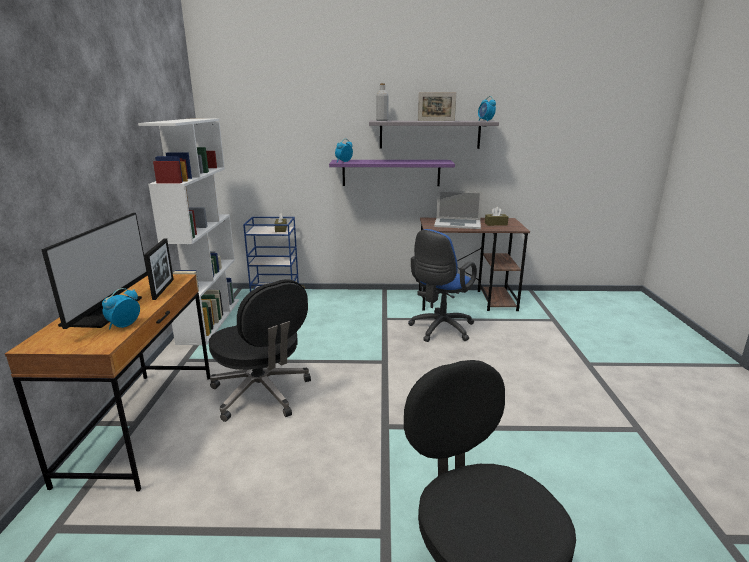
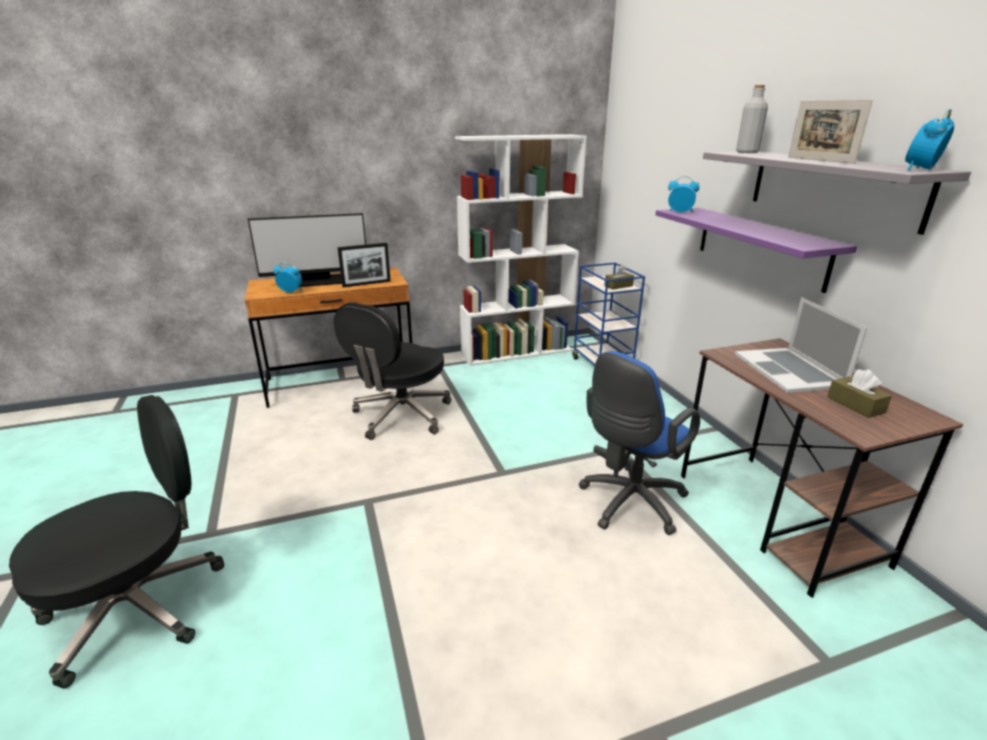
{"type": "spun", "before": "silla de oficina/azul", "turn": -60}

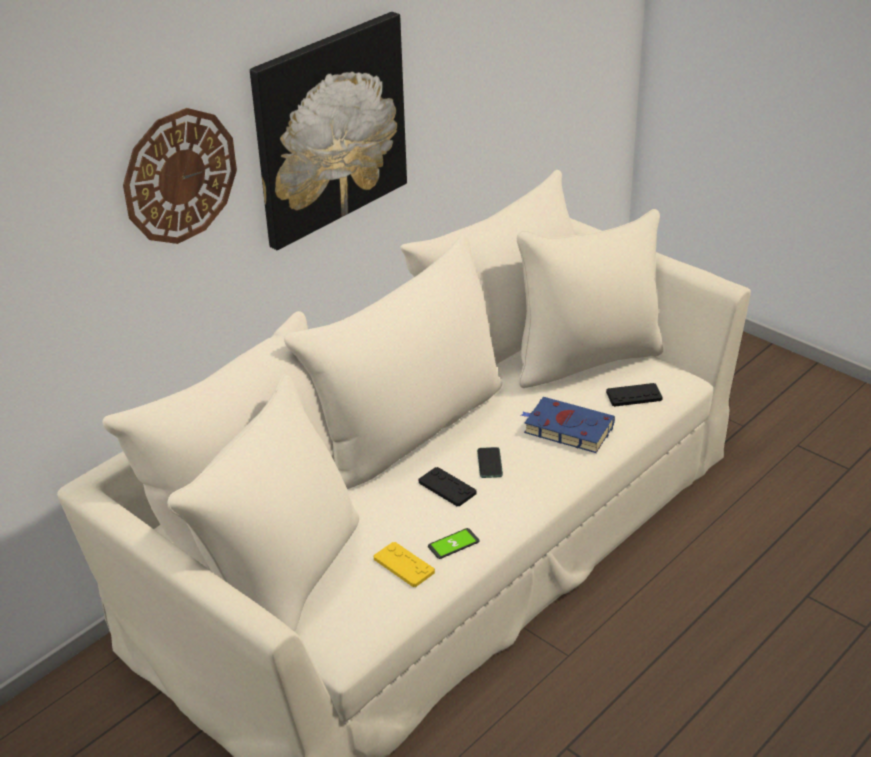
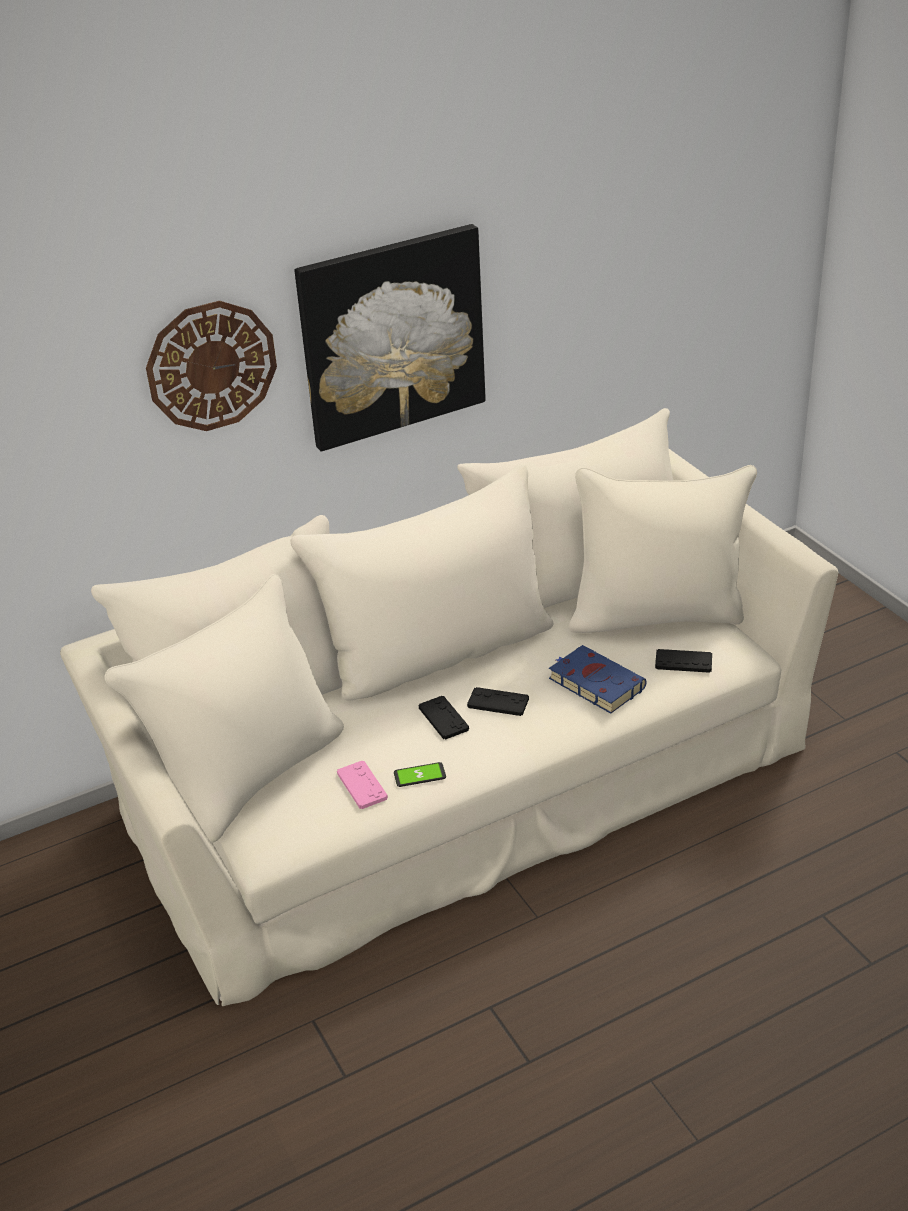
{"type": "colour", "before": "mando de consola/amarillo", "after": "mando de consola/rosa"}
{"type": "exchanged", "before": "móvil (no. 2 from left)", "after": "mando de consola/negro (no. 2 from left)"}

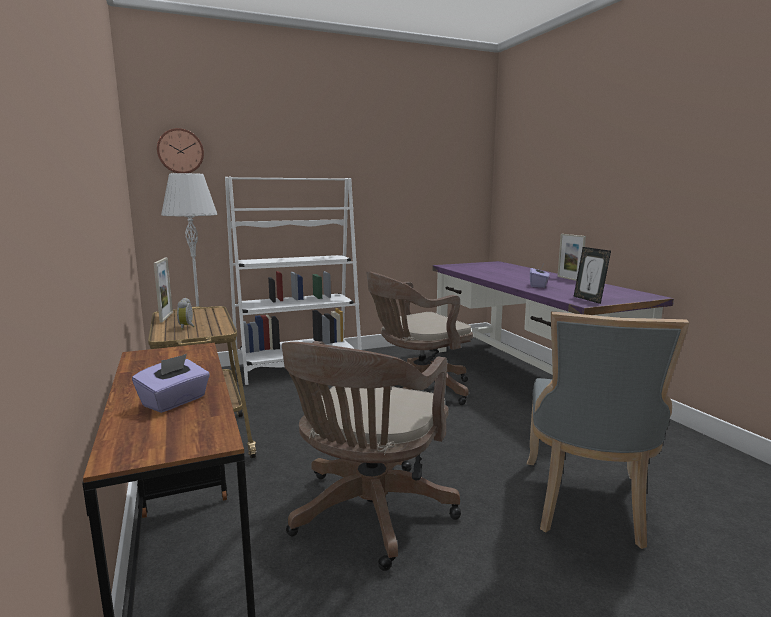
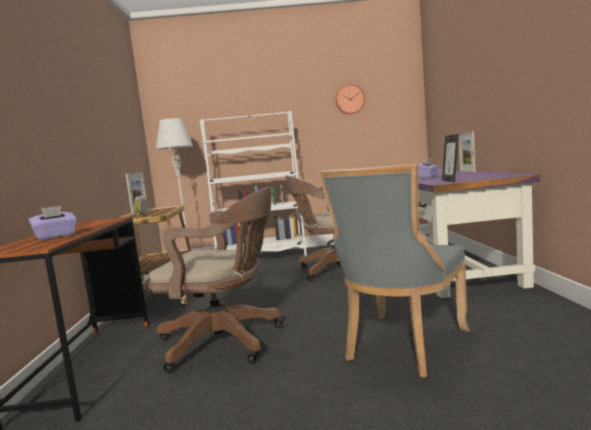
{"type": "relocated", "before": "reloj de pared"}
{"type": "spun", "before": "silla de oficina/marrón (no. 1 from left)", "turn": -120}

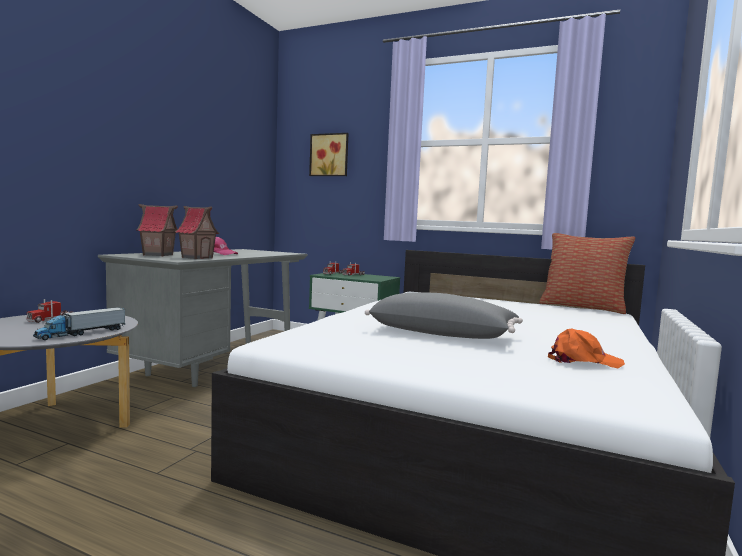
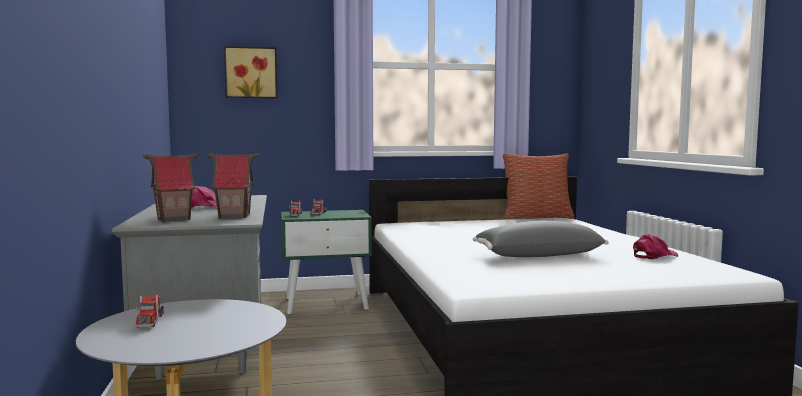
{"type": "missing", "before": "camión de juguete (no. 2 from left)"}
{"type": "colour", "before": "gorra/naranja", "after": "gorra/rosa (no. 2 from left)"}

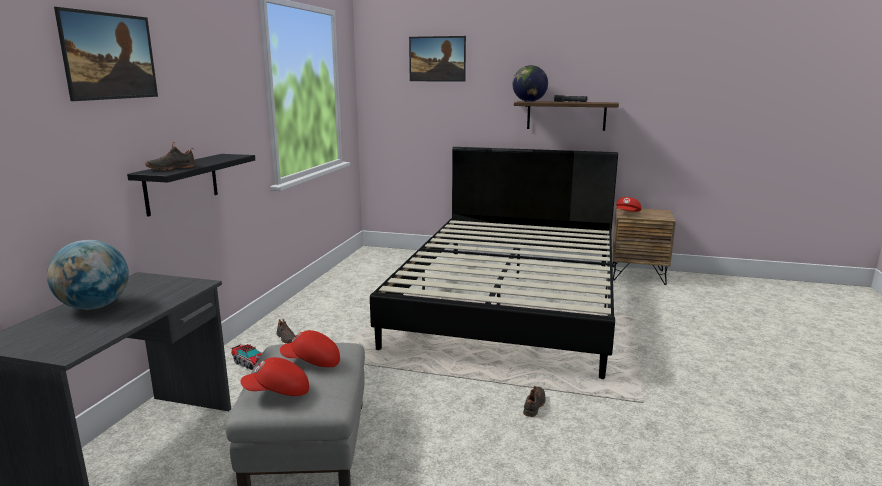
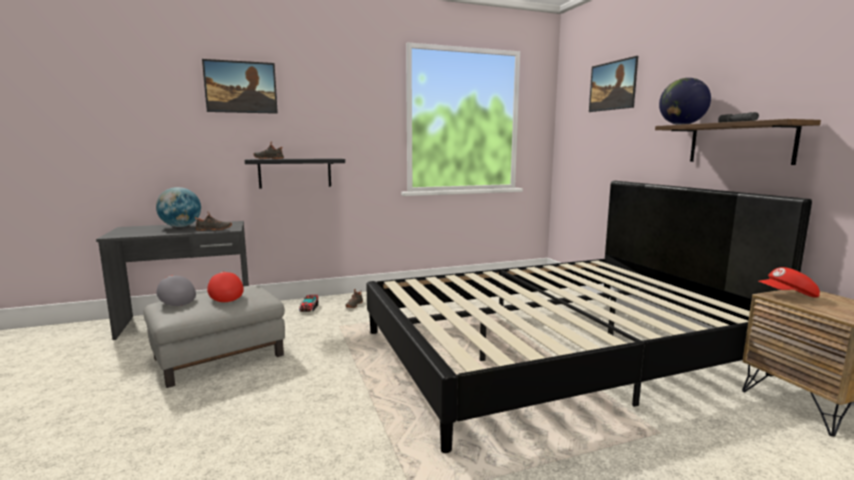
{"type": "colour", "before": "gorra/rojo (no. 1 from left)", "after": "gorra/gris"}
{"type": "relocated", "before": "zapato/negro (no. 3 from left in the first image)", "after": "zapato/negro (no. 1 from left)"}

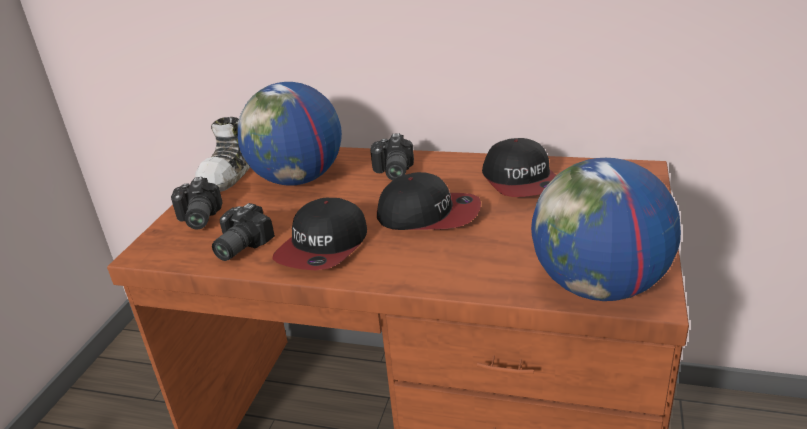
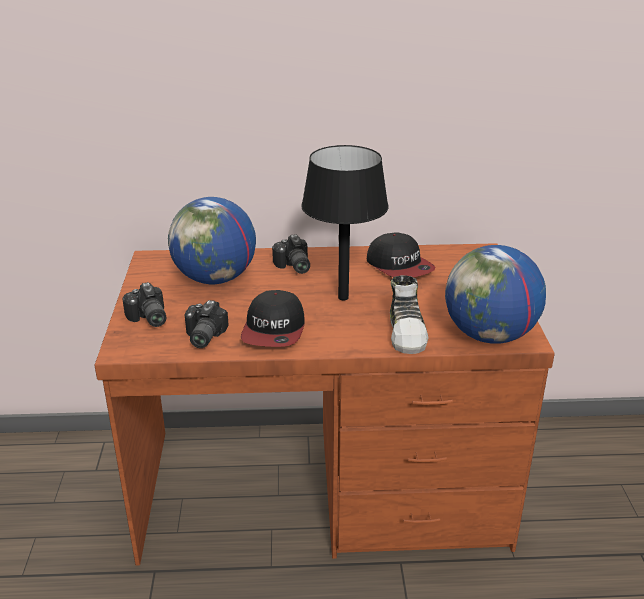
{"type": "relocated", "before": "zapato"}
{"type": "exchanged", "before": "gorra (no. 2 from left)", "after": "lámpara de mesa/negro"}

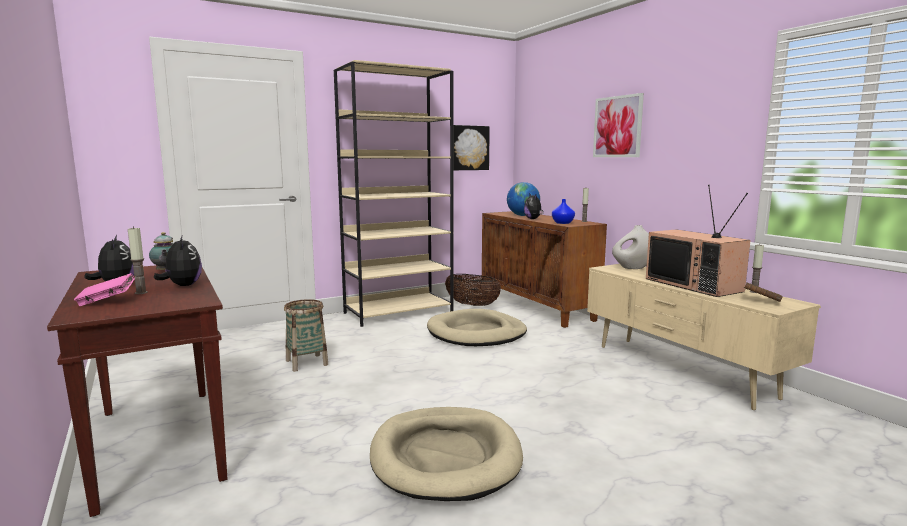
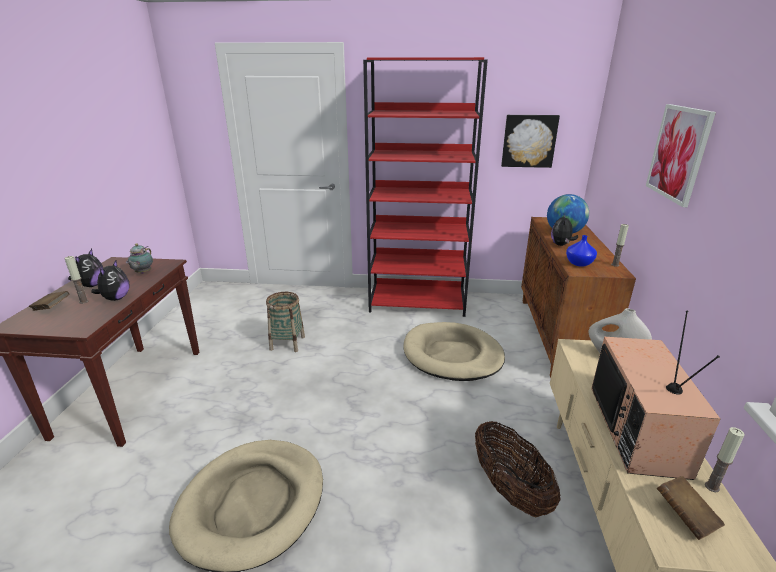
{"type": "colour", "before": "libro/rosa", "after": "libro/marrón (no. 1 from left)"}
{"type": "colour", "before": "estantería/beis", "after": "estantería/rojo"}
{"type": "relocated", "before": "cesta (no. 2 from left)"}

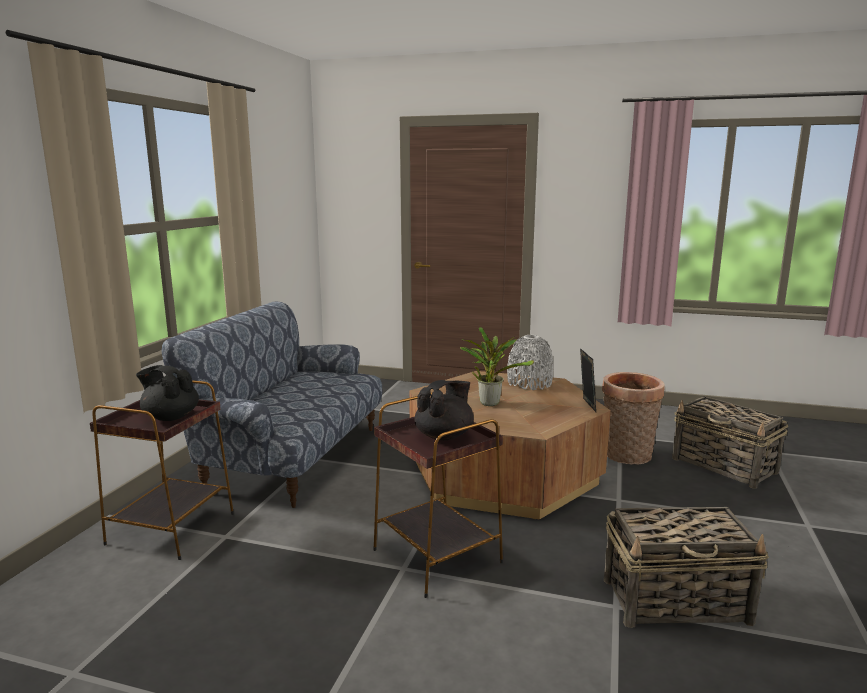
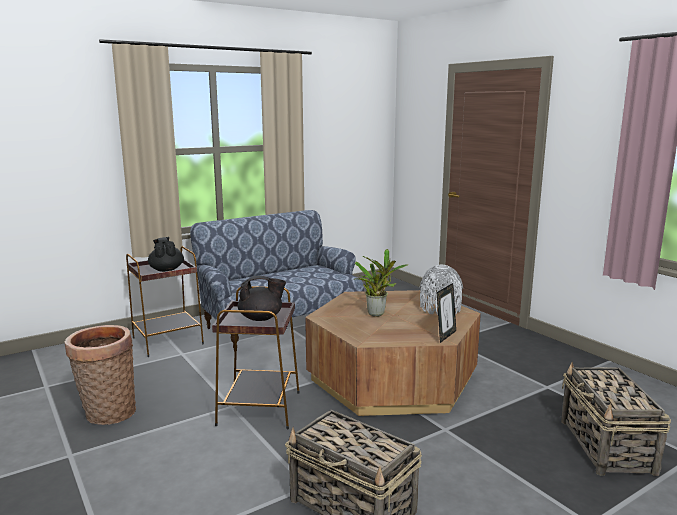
{"type": "relocated", "before": "cesta (no. 1 from left)"}

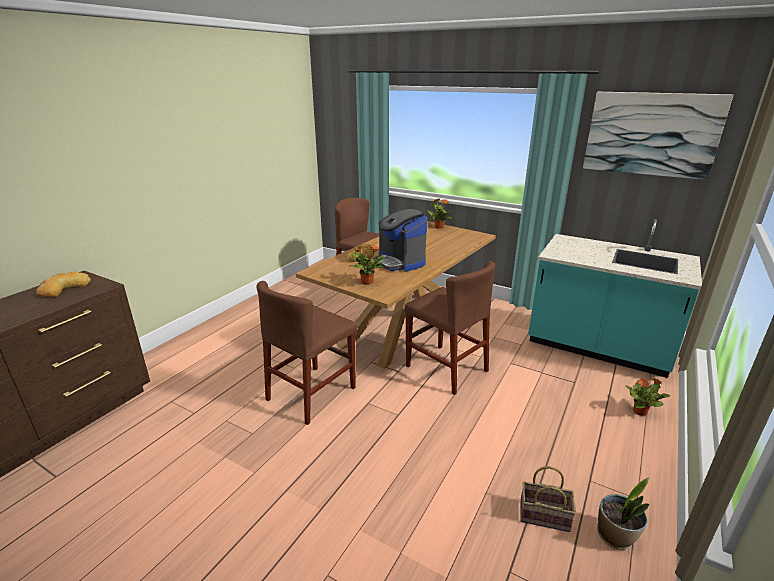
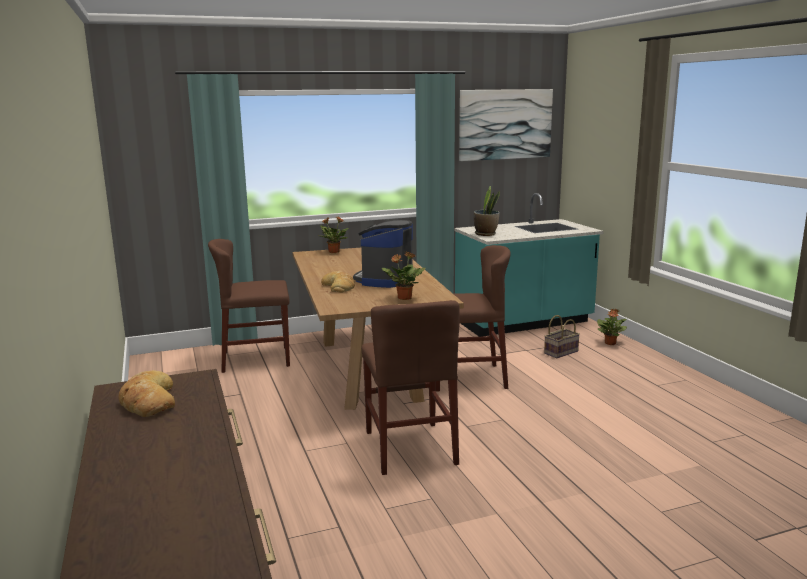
{"type": "spun", "before": "cafetera", "turn": 105}
{"type": "relocated", "before": "cesta"}
{"type": "relocated", "before": "planta en maceta (no. 3 from left)"}

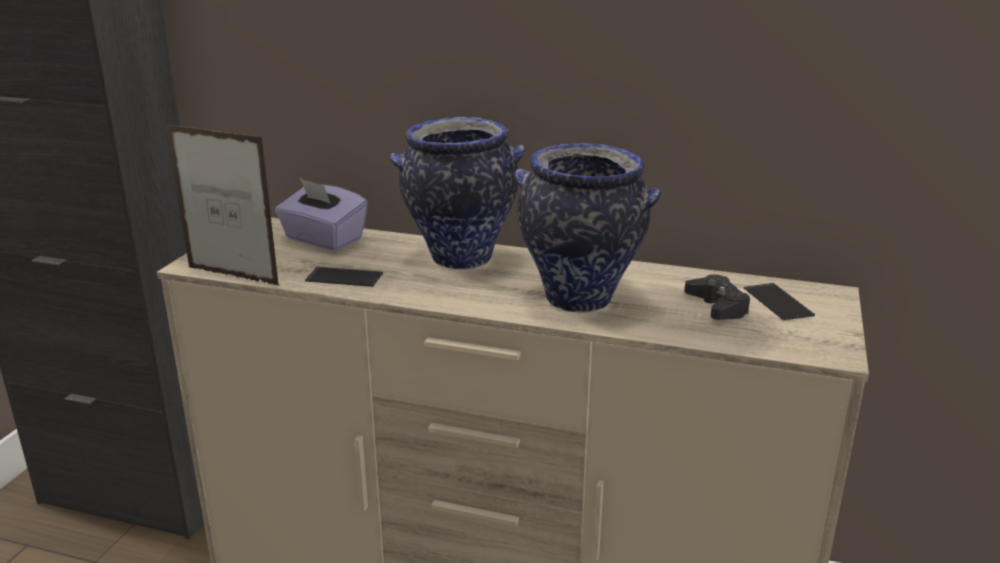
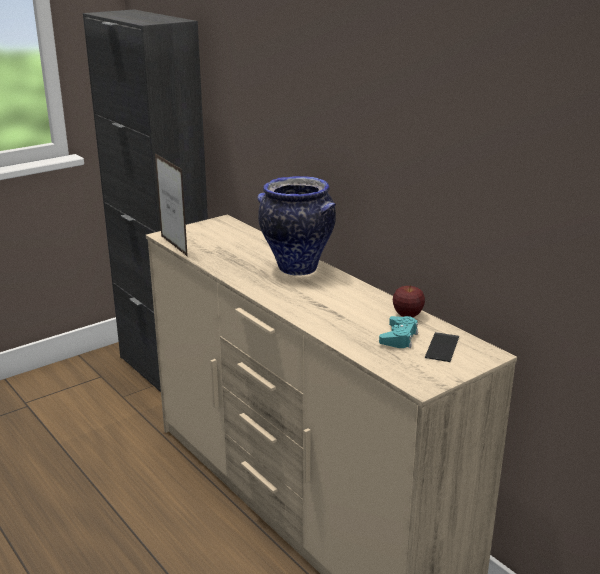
{"type": "missing", "before": "caja de pañuelos/morado"}
{"type": "missing", "before": "móvil (no. 1 from left)"}
{"type": "missing", "before": "florero (no. 2 from left)"}
{"type": "colour", "before": "mando de consola/negro", "after": "mando de consola/turquesa"}
{"type": "appeared", "after": "manzana"}

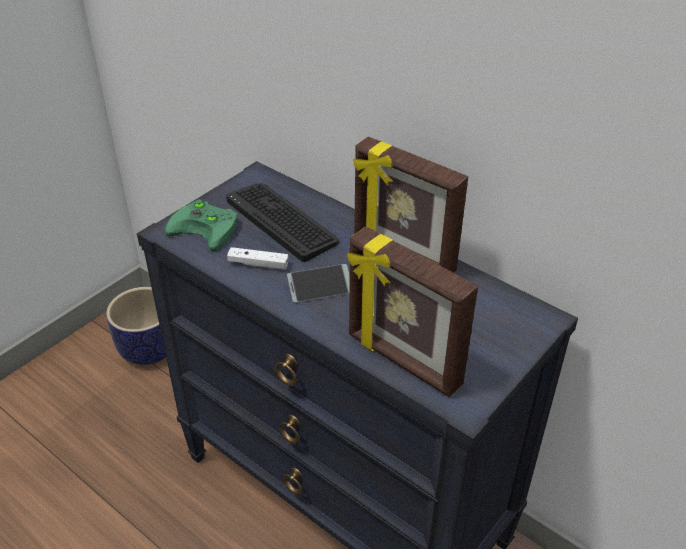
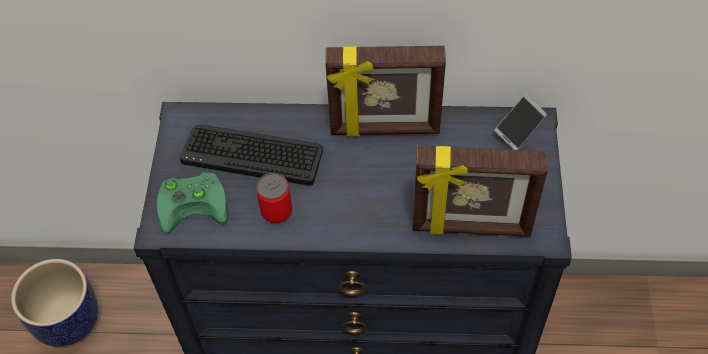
{"type": "exchanged", "before": "mando de consola/blanco", "after": "lata"}
{"type": "relocated", "before": "móvil"}

